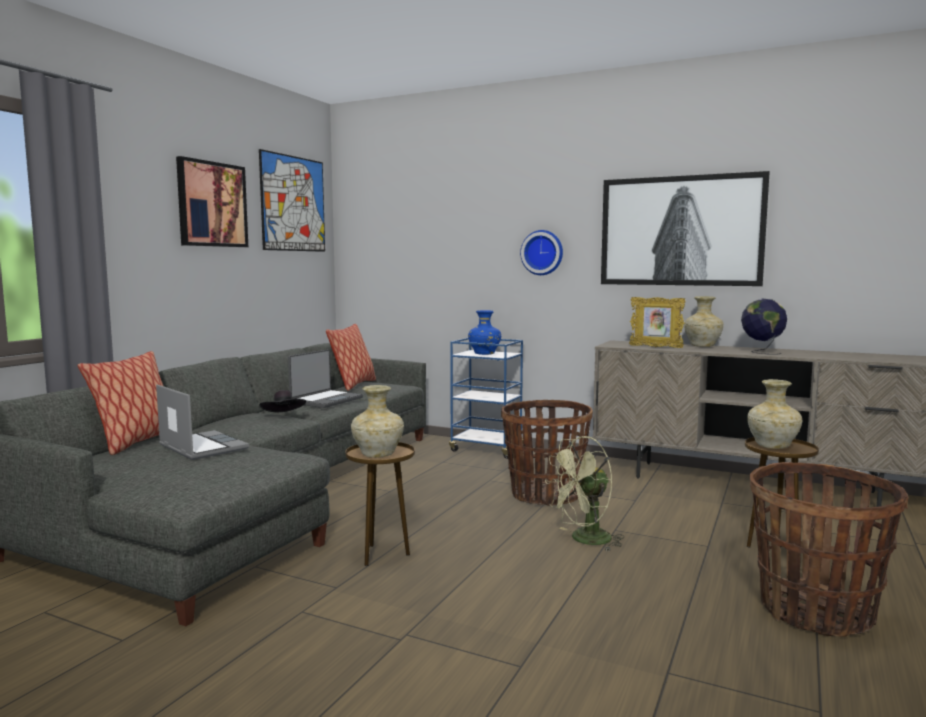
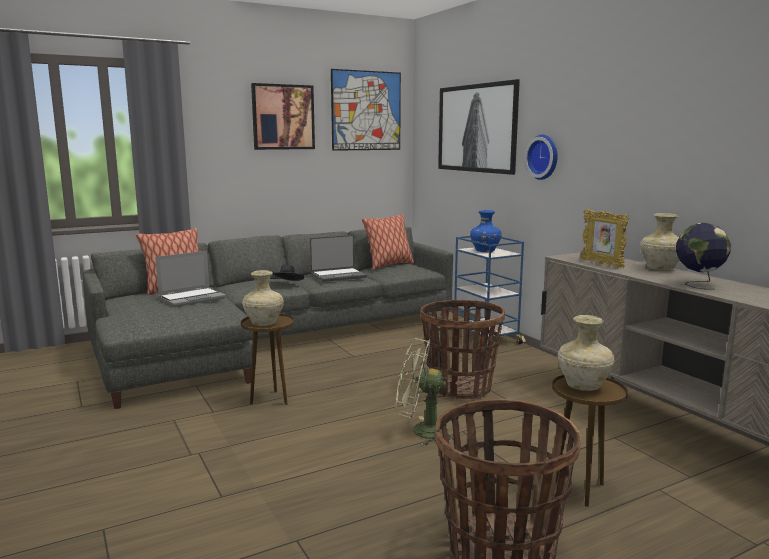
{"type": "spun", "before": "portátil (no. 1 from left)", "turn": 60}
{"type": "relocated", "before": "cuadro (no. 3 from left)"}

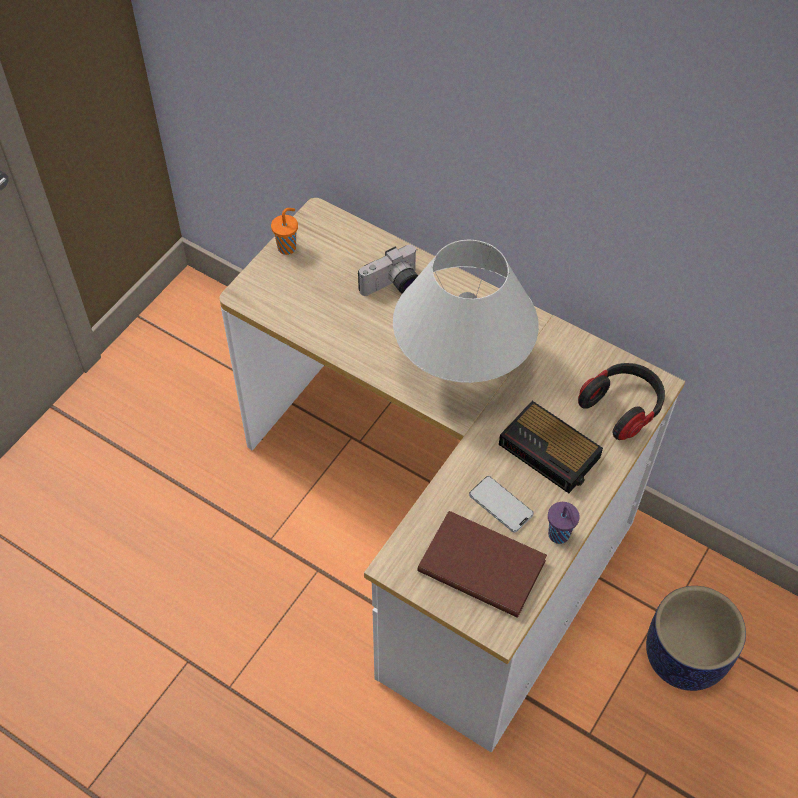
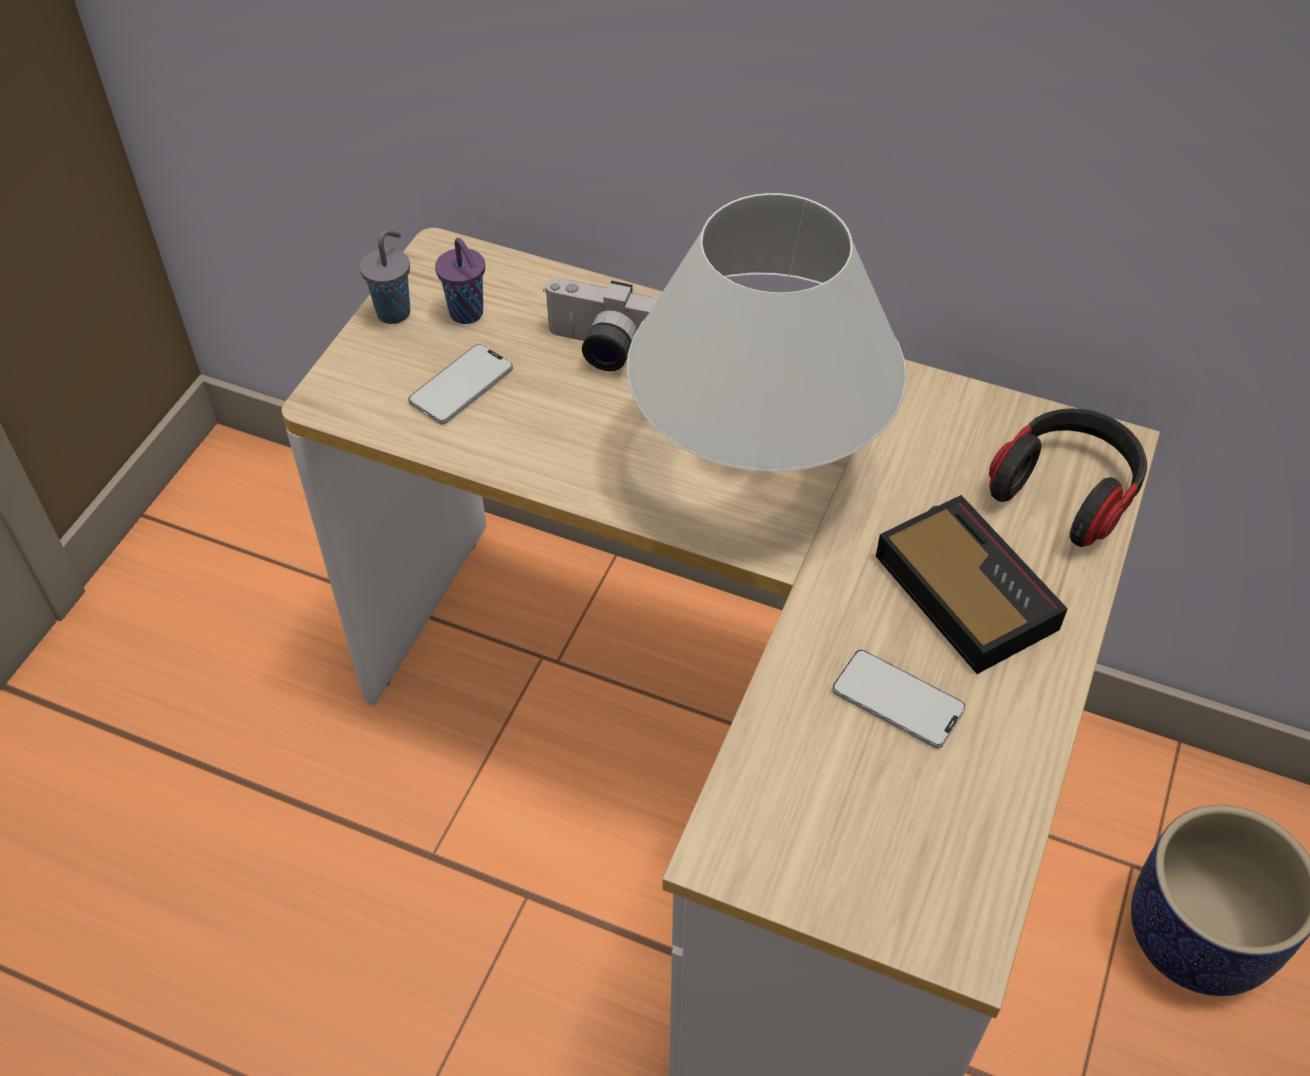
{"type": "colour", "before": "taza/naranja", "after": "taza/gris"}
{"type": "spun", "before": "cámara", "turn": 60}
{"type": "missing", "before": "libro/marrón"}
{"type": "spun", "before": "despertador", "turn": -150}
{"type": "relocated", "before": "taza/morado"}
{"type": "appeared", "after": "móvil (no. 1 from left)"}

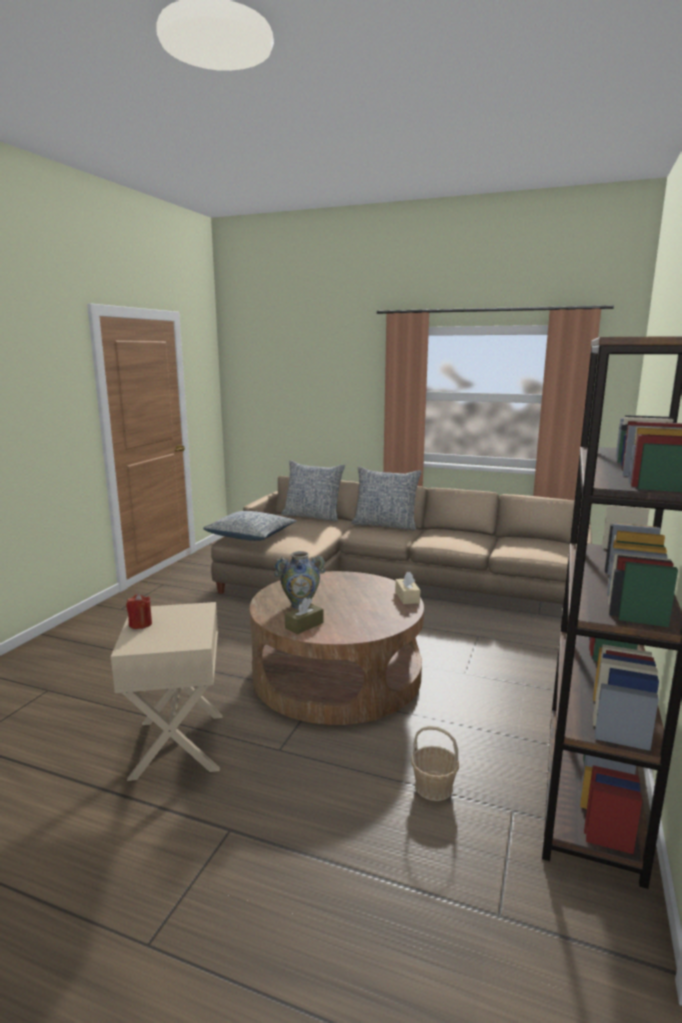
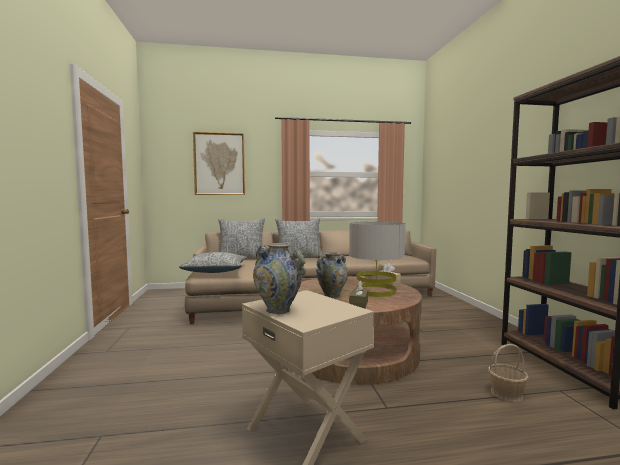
{"type": "exchanged", "before": "vela/rojo", "after": "florero (no. 1 from left)"}
{"type": "appeared", "after": "cuadro"}
{"type": "appeared", "after": "lámpara de mesa/gris"}

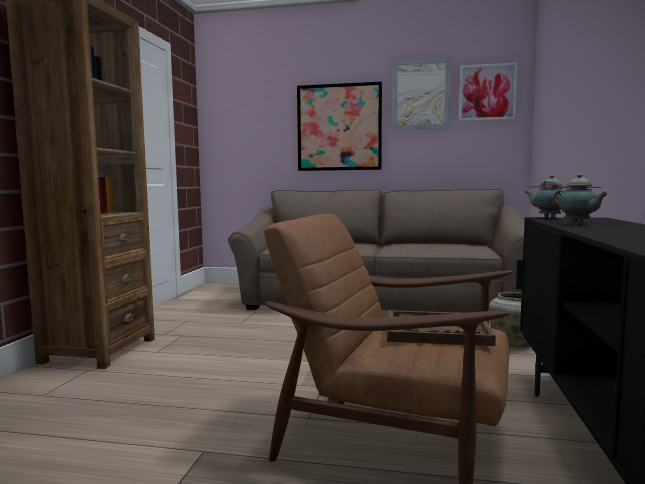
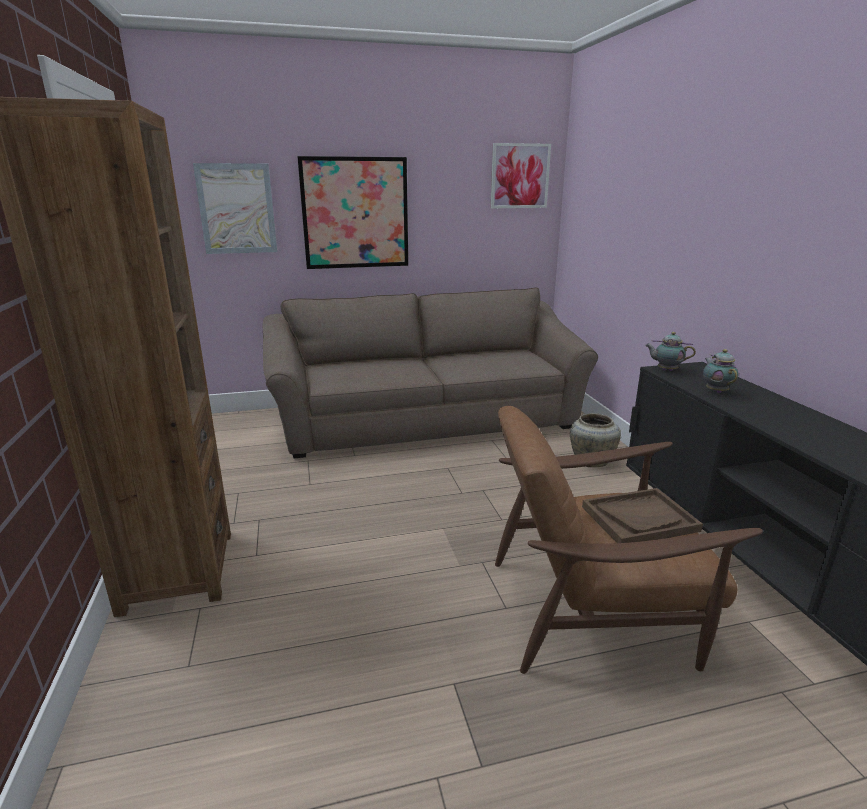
{"type": "relocated", "before": "cuadro (no. 2 from left in the first image)", "after": "cuadro (no. 1 from left)"}
{"type": "spun", "before": "tetera (no. 2 from left)", "turn": -135}

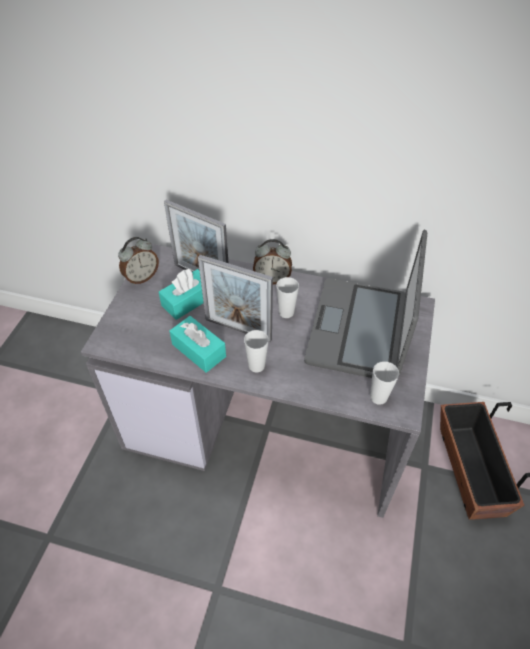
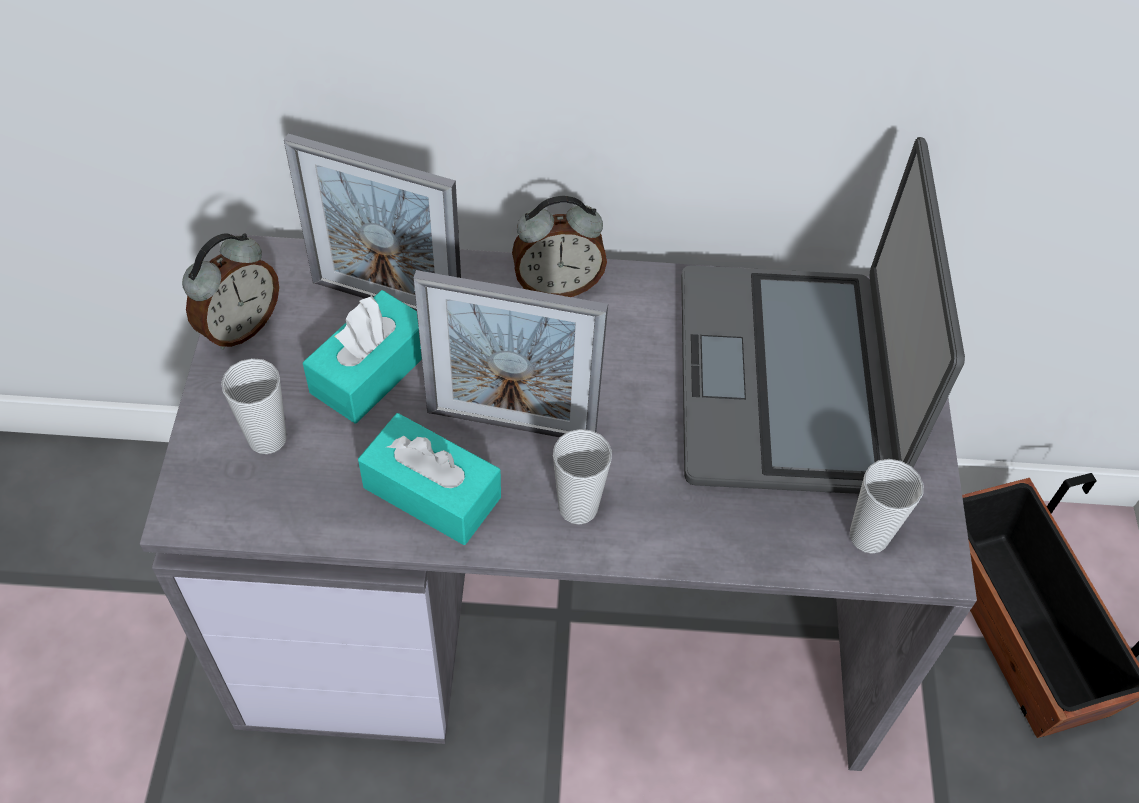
{"type": "relocated", "before": "taza (no. 2 from left in the first image)", "after": "taza (no. 1 from left)"}

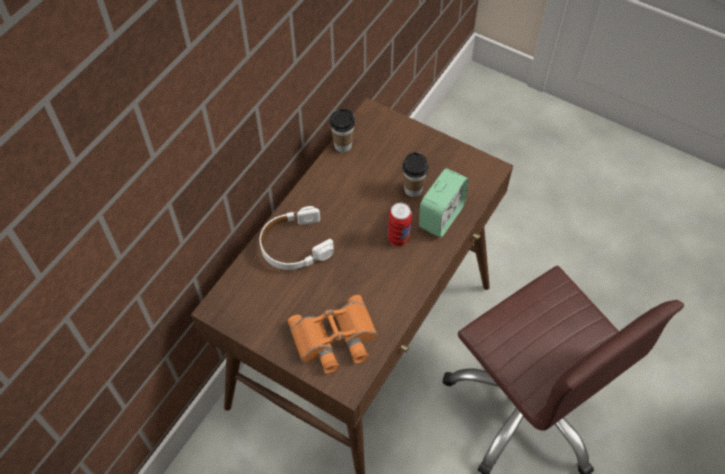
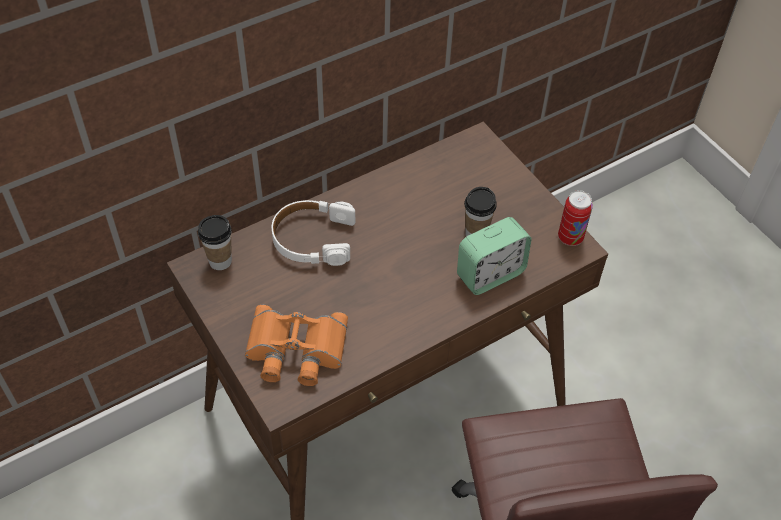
{"type": "relocated", "before": "taza (no. 1 from left)"}
{"type": "relocated", "before": "lata"}

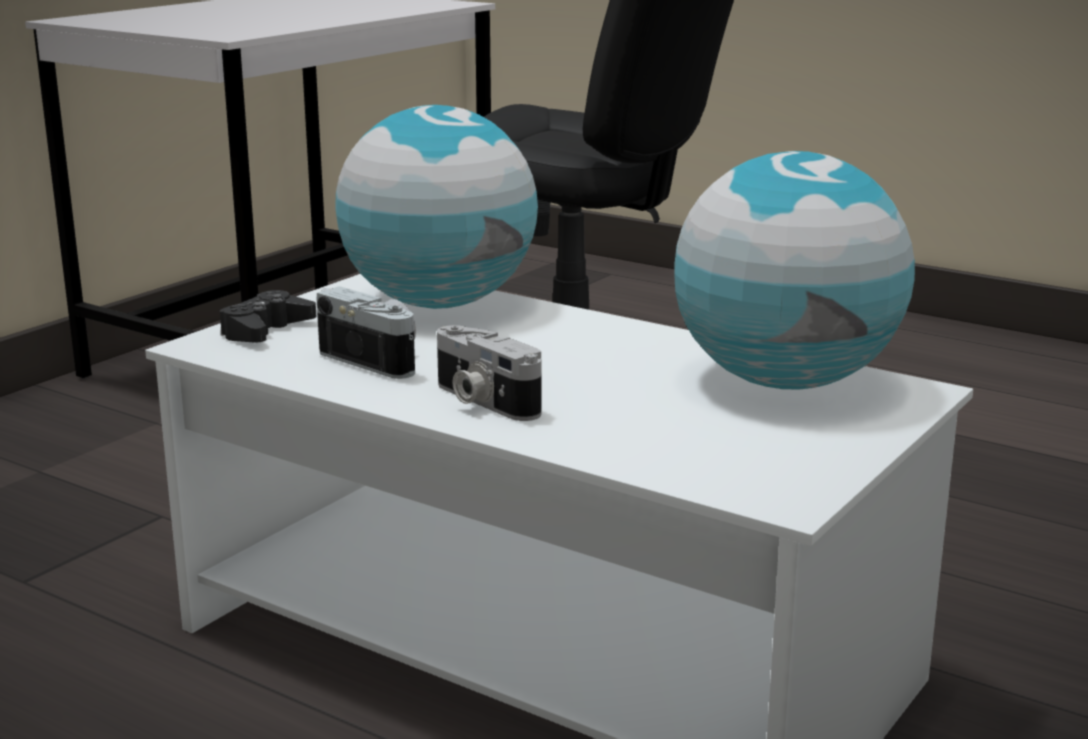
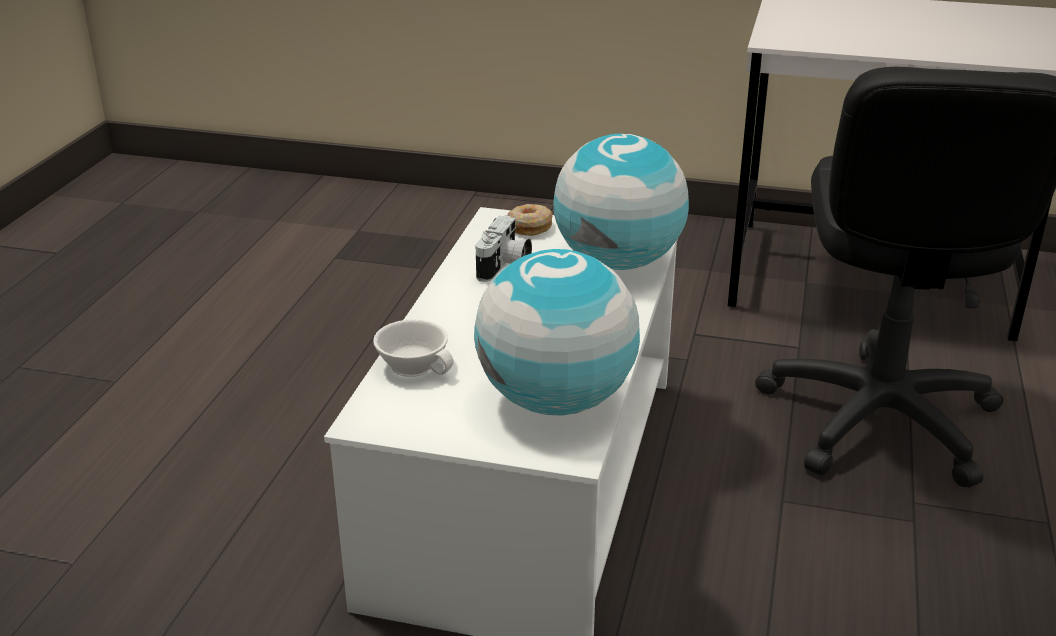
{"type": "exchanged", "before": "mando de consola/negro", "after": "rosquilla"}
{"type": "missing", "before": "cámara (no. 2 from left)"}
{"type": "appeared", "after": "taza/blanco"}

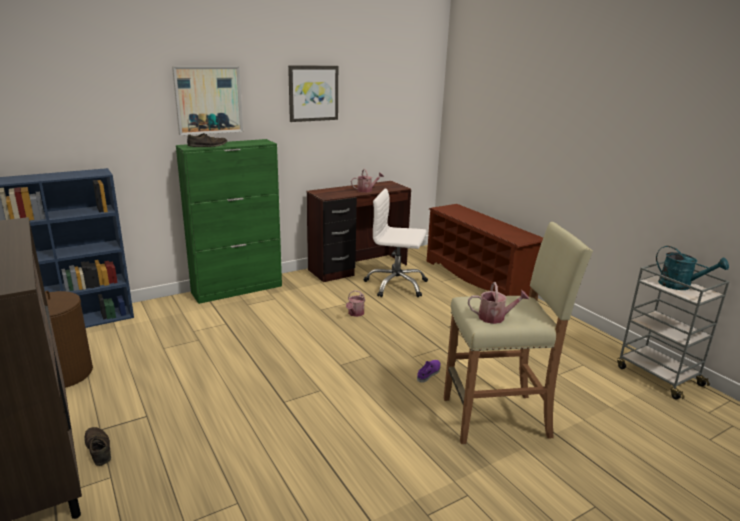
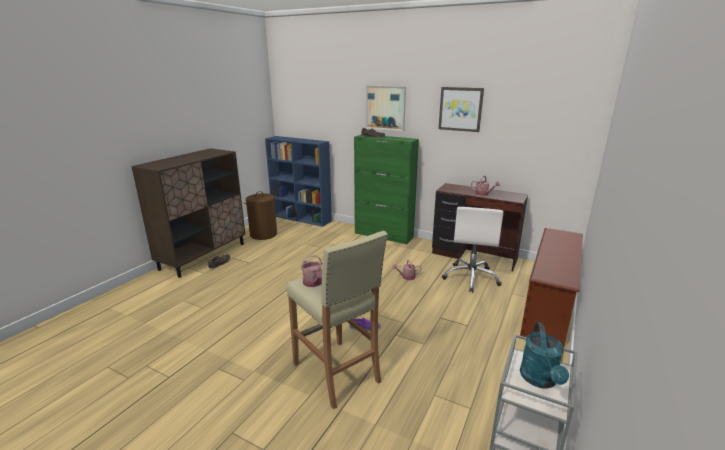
{"type": "spun", "before": "silla de oficina/blanco", "turn": -150}

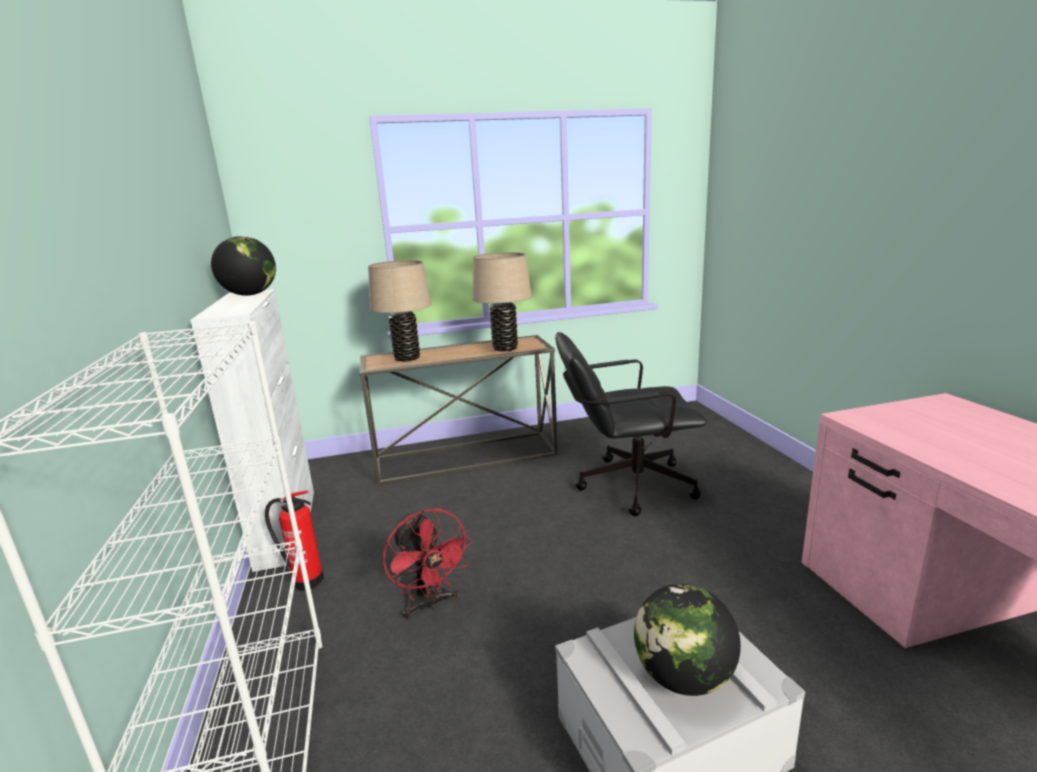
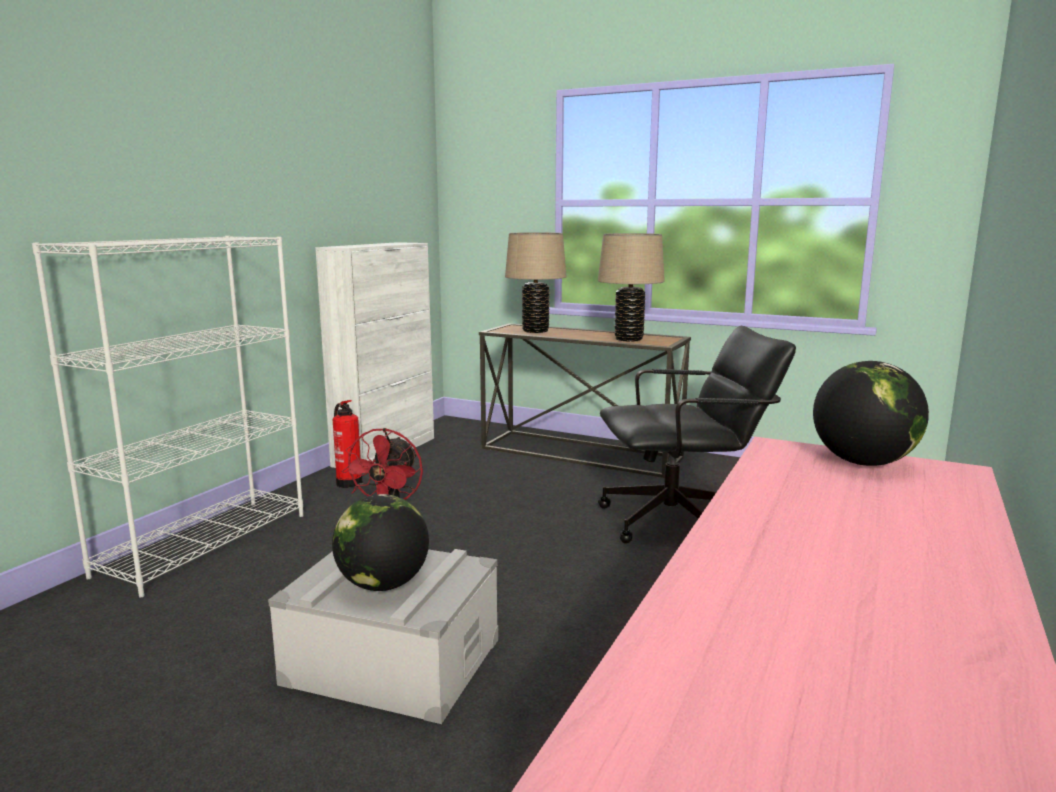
{"type": "relocated", "before": "globo terráqueo (no. 1 from left in the first image)", "after": "globo terráqueo (no. 2 from left)"}
{"type": "spun", "before": "silla de oficina/negro", "turn": 135}

